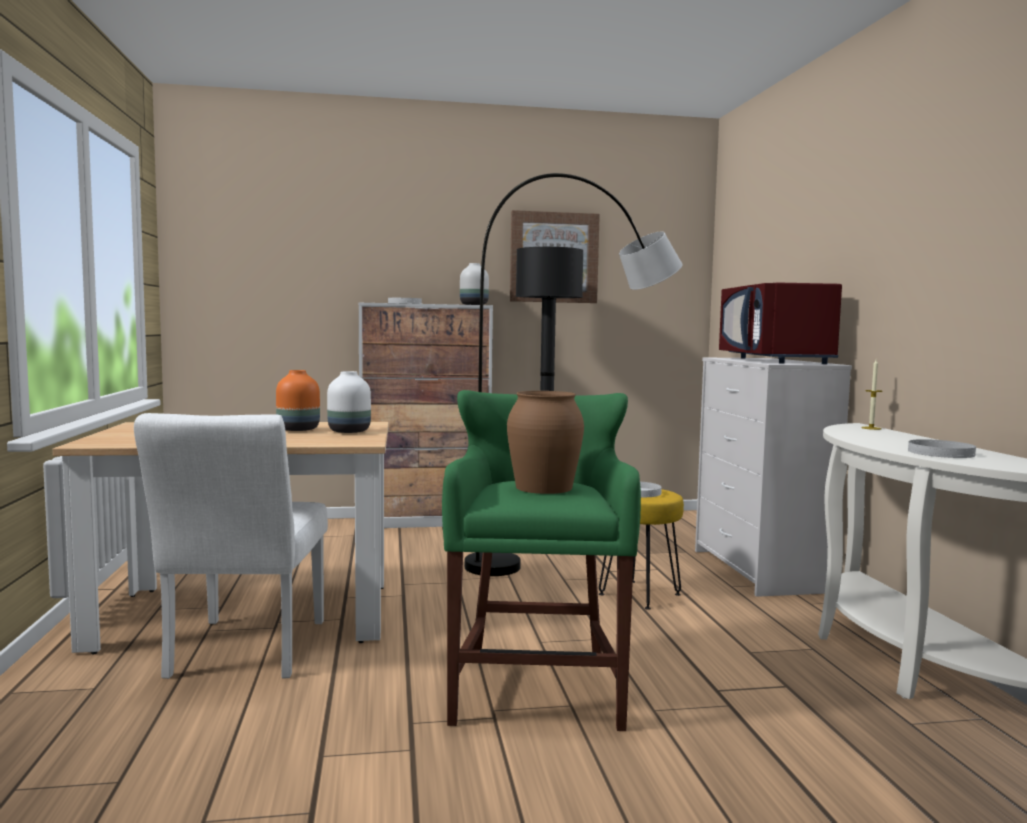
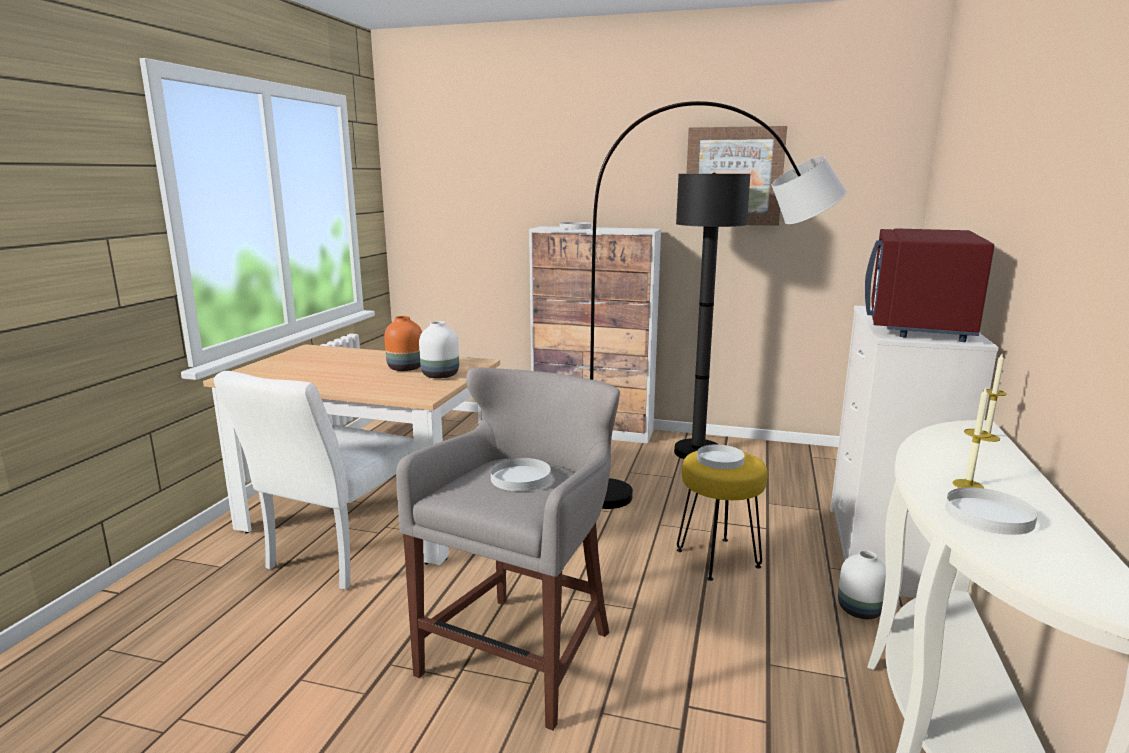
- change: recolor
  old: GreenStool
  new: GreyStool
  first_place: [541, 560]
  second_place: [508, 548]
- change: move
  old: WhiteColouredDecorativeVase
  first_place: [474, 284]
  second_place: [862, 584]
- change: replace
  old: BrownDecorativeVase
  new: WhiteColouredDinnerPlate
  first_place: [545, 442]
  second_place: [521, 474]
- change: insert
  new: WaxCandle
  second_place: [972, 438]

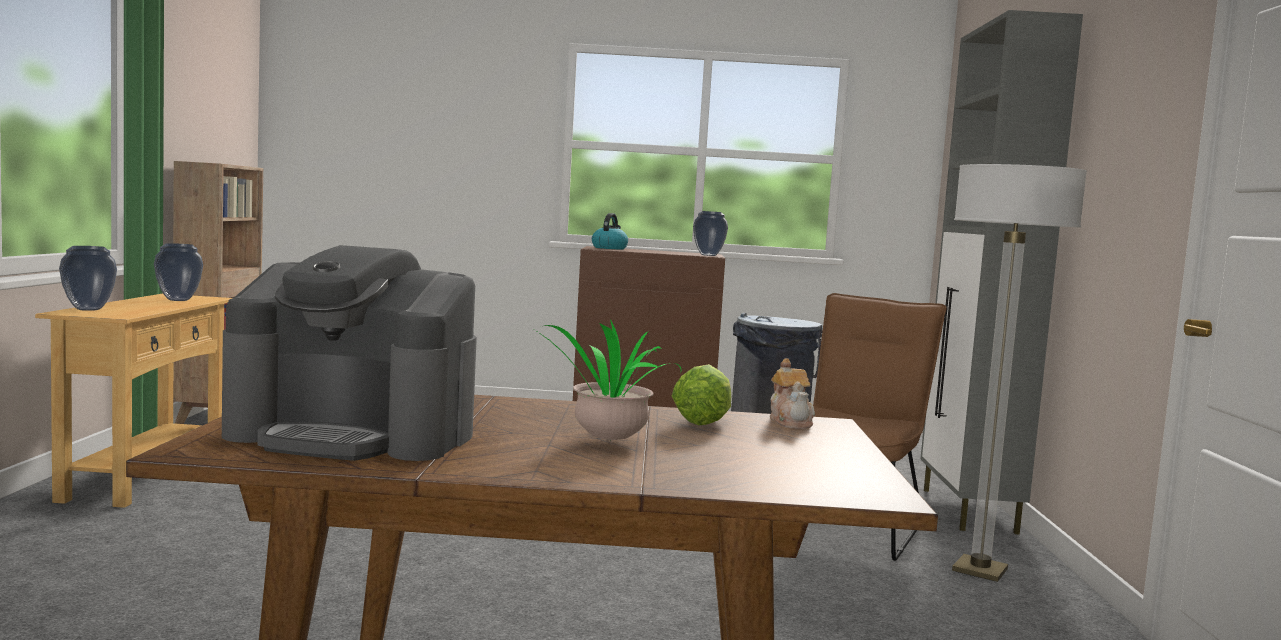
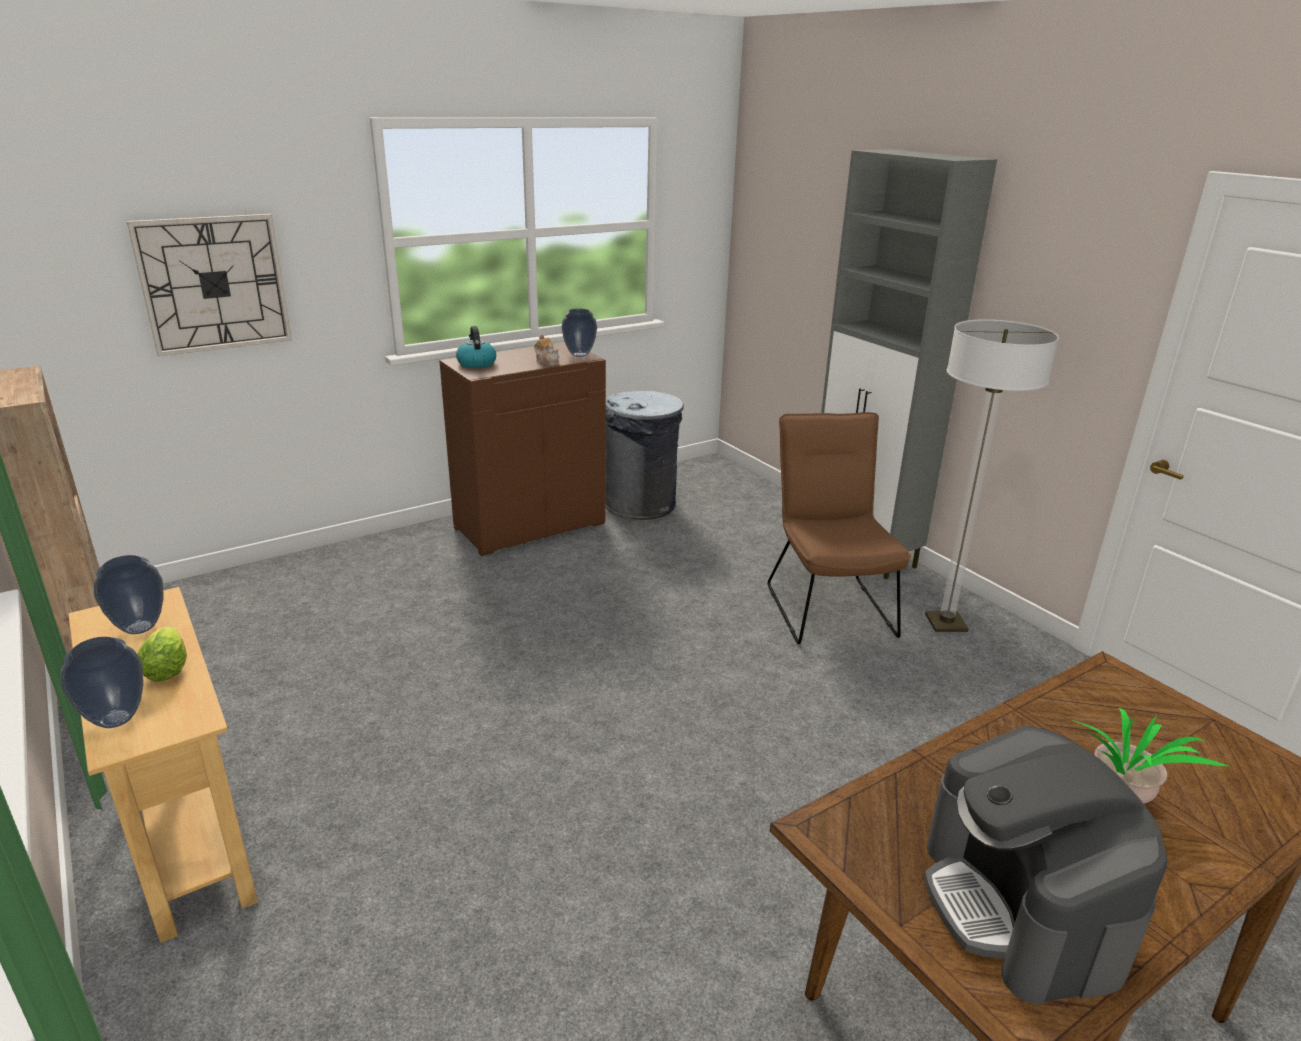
- change: rotate
  old: CoffeeBrewer
  first_place: [349, 353]
  second_place: [1045, 865]
  degrees: 105
- change: move
  old: Lettuce
  first_place: [701, 394]
  second_place: [162, 654]
- change: move
  old: TeaPot
  first_place: [792, 393]
  second_place: [546, 350]
- change: insert
  new: ClockOnTheWall
  second_place: [209, 285]

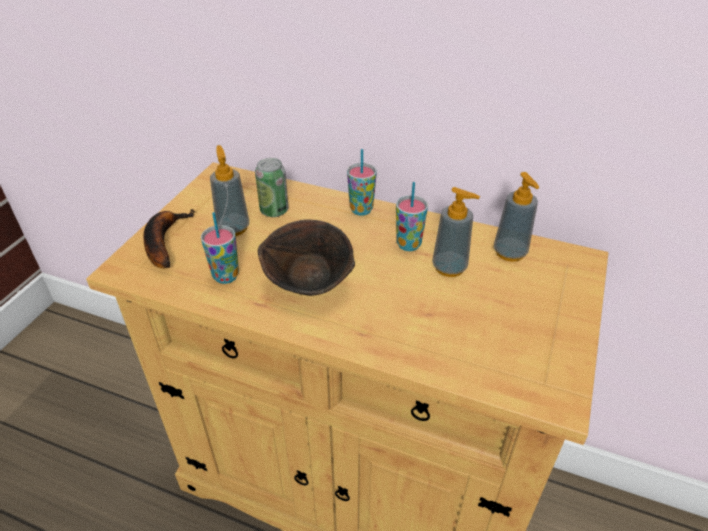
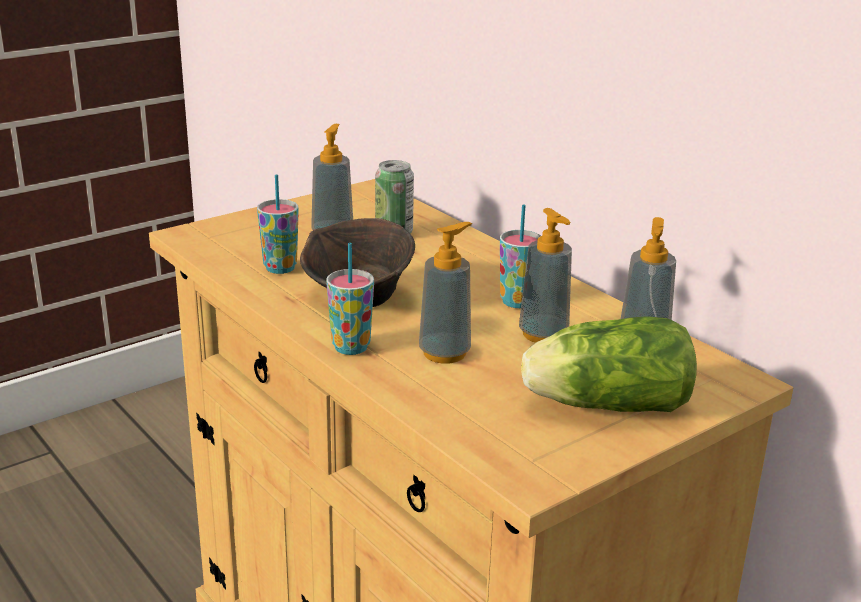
- change: delete
  old: BananaFruit
  first_place: [169, 238]
- change: move
  old: Cup
  first_place: [362, 182]
  second_place: [350, 299]
- change: insert
  new: LiquidSoapBottle
  second_place: [445, 293]
- change: insert
  new: Lettuce
  second_place: [609, 364]

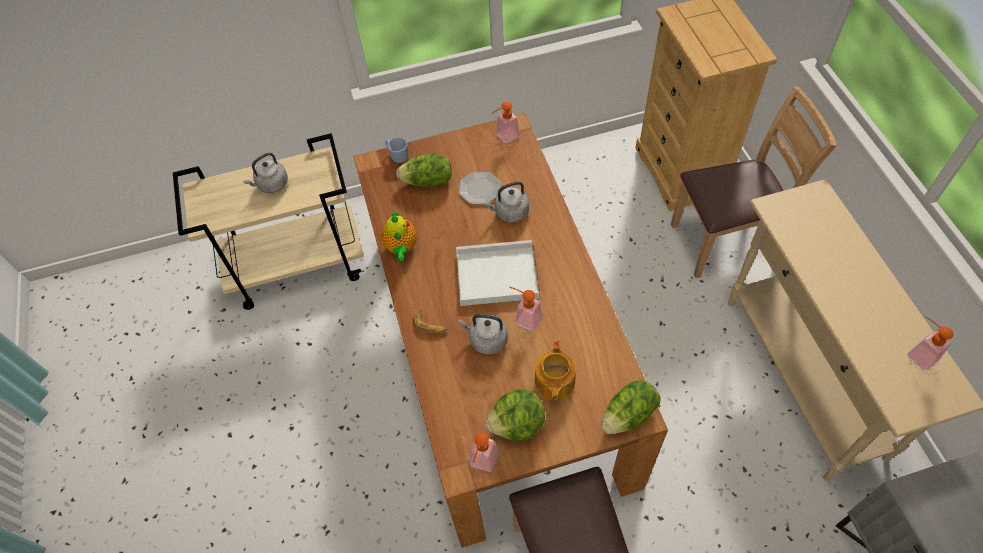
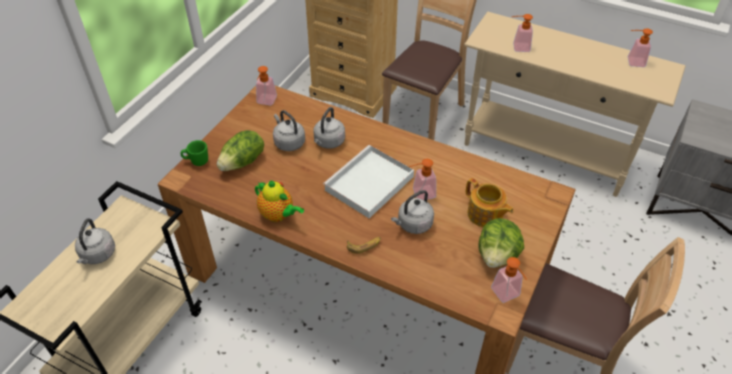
- change: recolor
  old: BluishTeaMug
  new: GreenTeaMug
  first_place: [396, 150]
  second_place: [194, 153]
- change: replace
  old: DinnerPlate
  new: GreyTeaKettle
  first_place: [480, 188]
  second_place: [289, 130]
- change: delete
  old: Lettuce
  first_place: [631, 407]
- change: insert
  new: LiquidSoapBottle
  second_place: [522, 33]

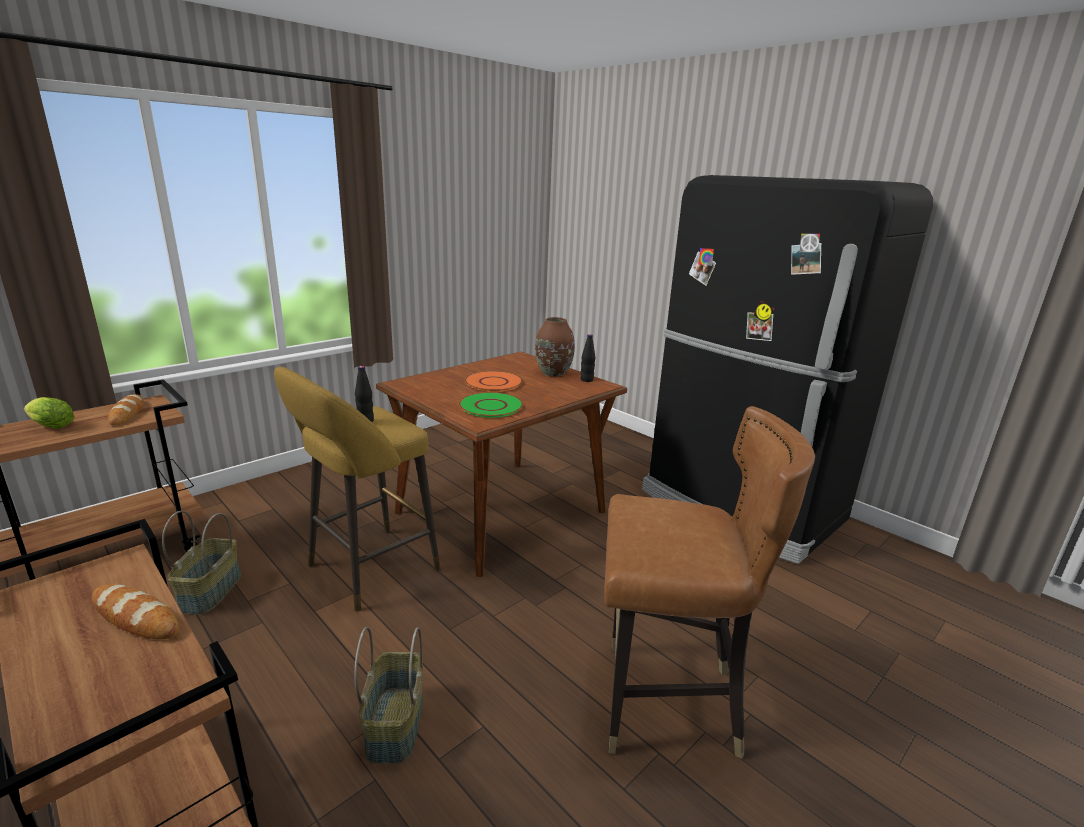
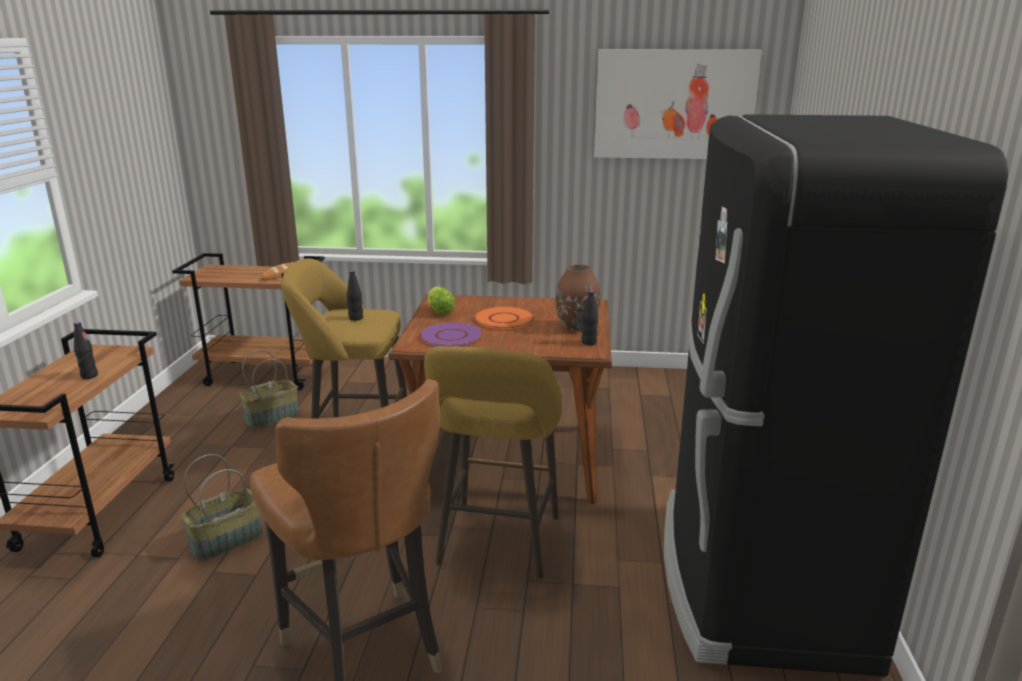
- change: move
  old: Lettuce
  first_place: [49, 413]
  second_place: [441, 301]
- change: replace
  old: BakedBread
  new: BlackishDrinkBottle
  first_place: [135, 611]
  second_place: [86, 350]
- change: recolor
  old: GreenDinnerPlate
  new: PurplishDinnerPlate
  first_place: [491, 405]
  second_place: [451, 334]
- change: insert
  new: YellowishStool
  second_place: [493, 462]
- change: insert
  new: WallArt
  second_place: [678, 104]

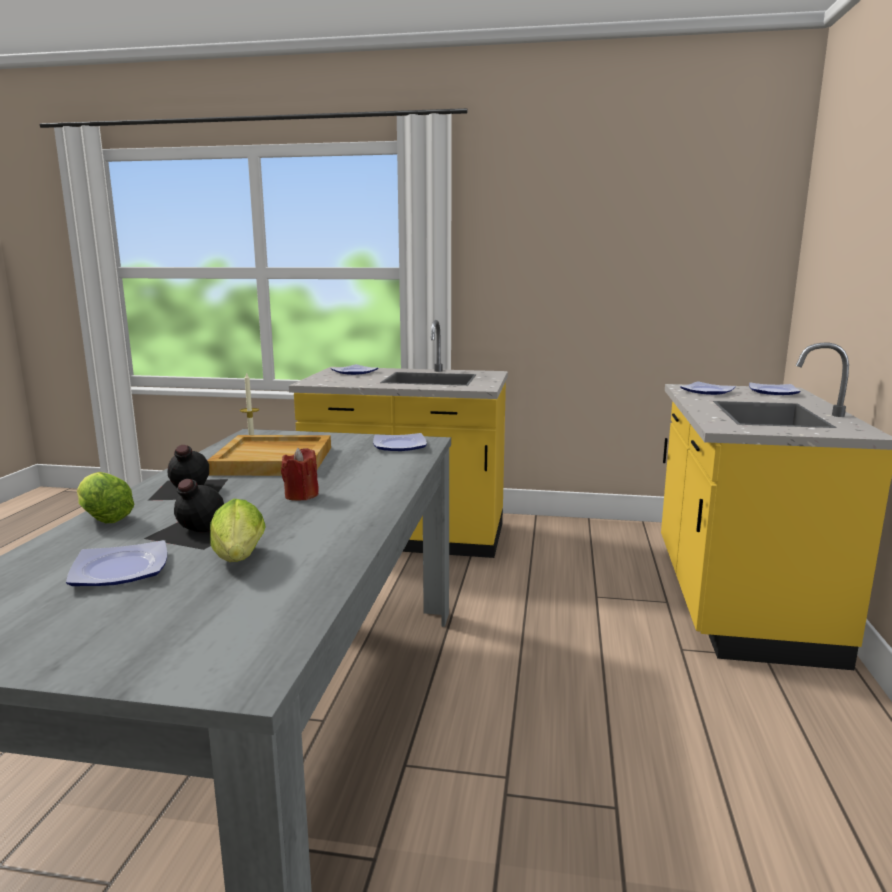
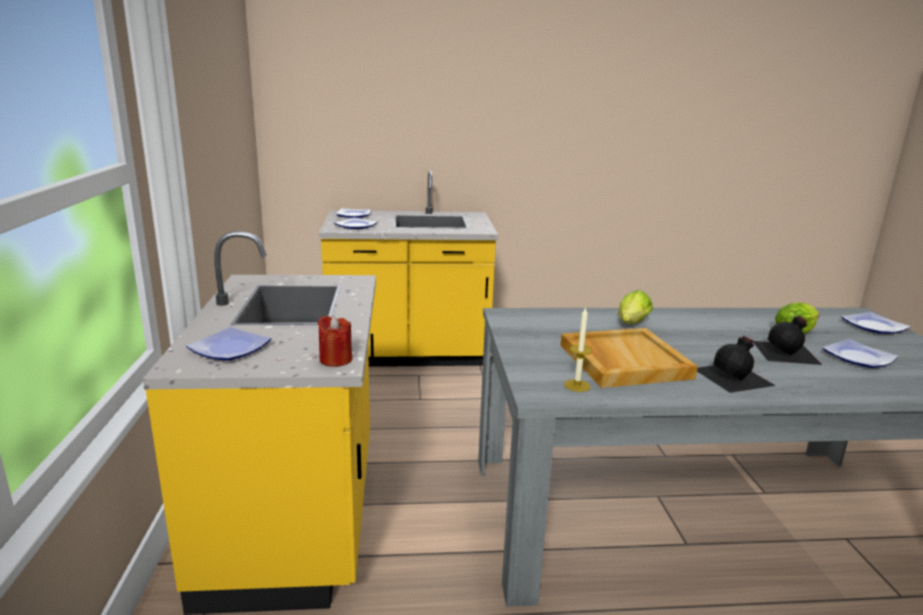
- change: move
  old: Lettuce
  first_place: [105, 497]
  second_place: [635, 307]
- change: move
  old: ReddishWaxCandle
  first_place: [300, 474]
  second_place: [335, 341]
- change: move
  old: DinnerPlate
  first_place: [400, 442]
  second_place: [876, 323]

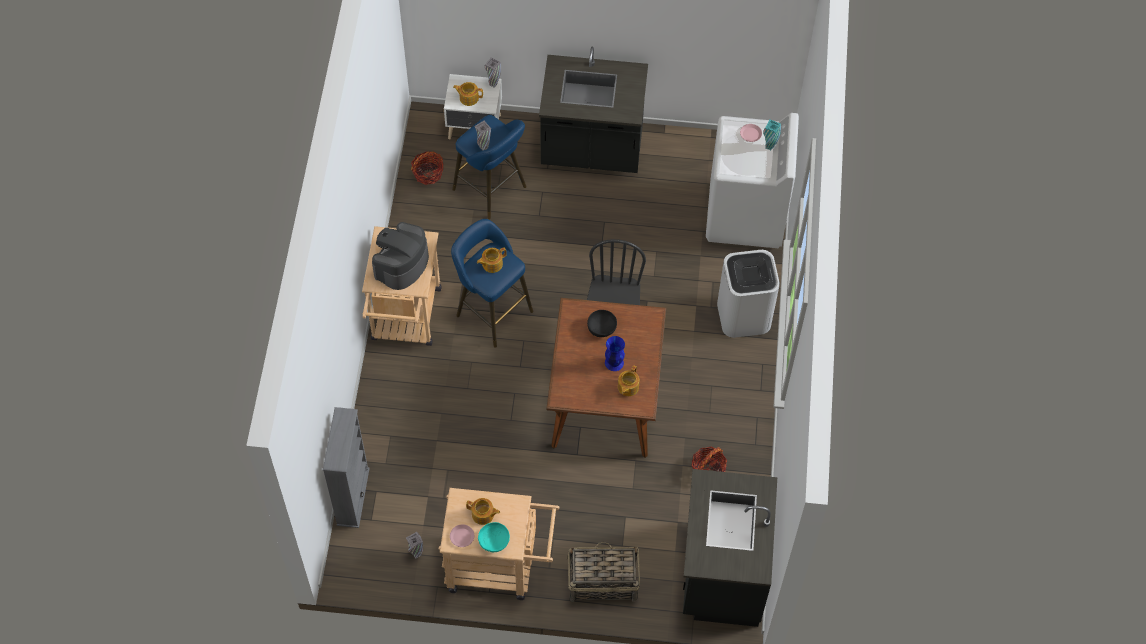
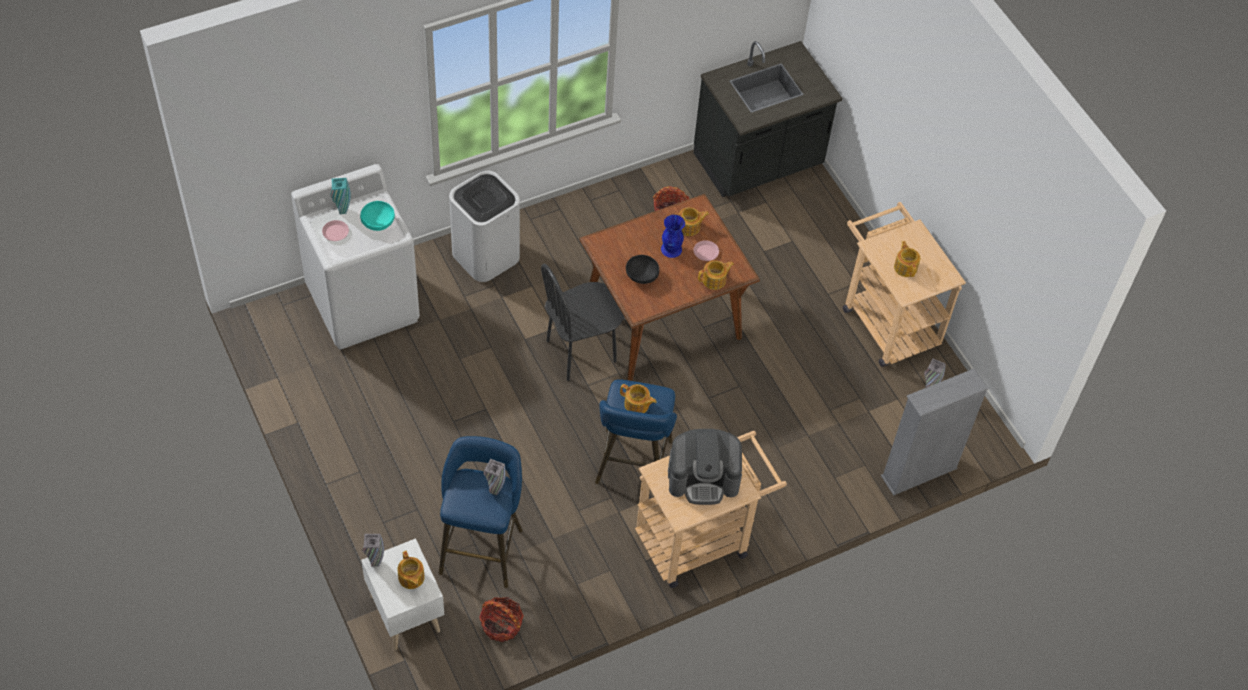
- change: move
  old: PinkColouredDinnerPlate
  first_place: [462, 535]
  second_place: [706, 250]
- change: move
  old: BlueGreenServingBowl
  first_place: [494, 537]
  second_place: [377, 216]
- change: delete
  old: BlackishKitchenCounter
  first_place: [593, 110]
- change: delete
  old: StorageBasket
  first_place: [603, 572]
- change: insert
  new: TeaPot
  second_place: [716, 275]

